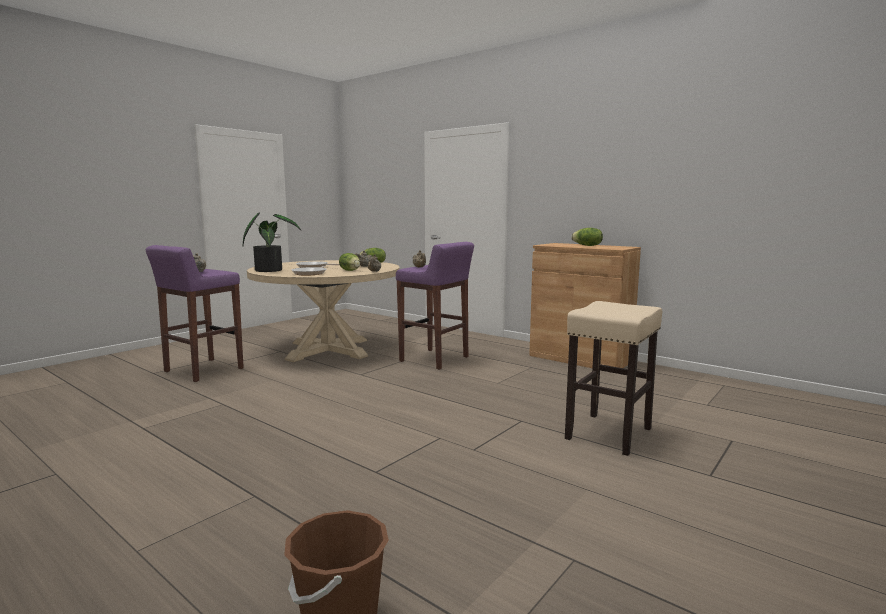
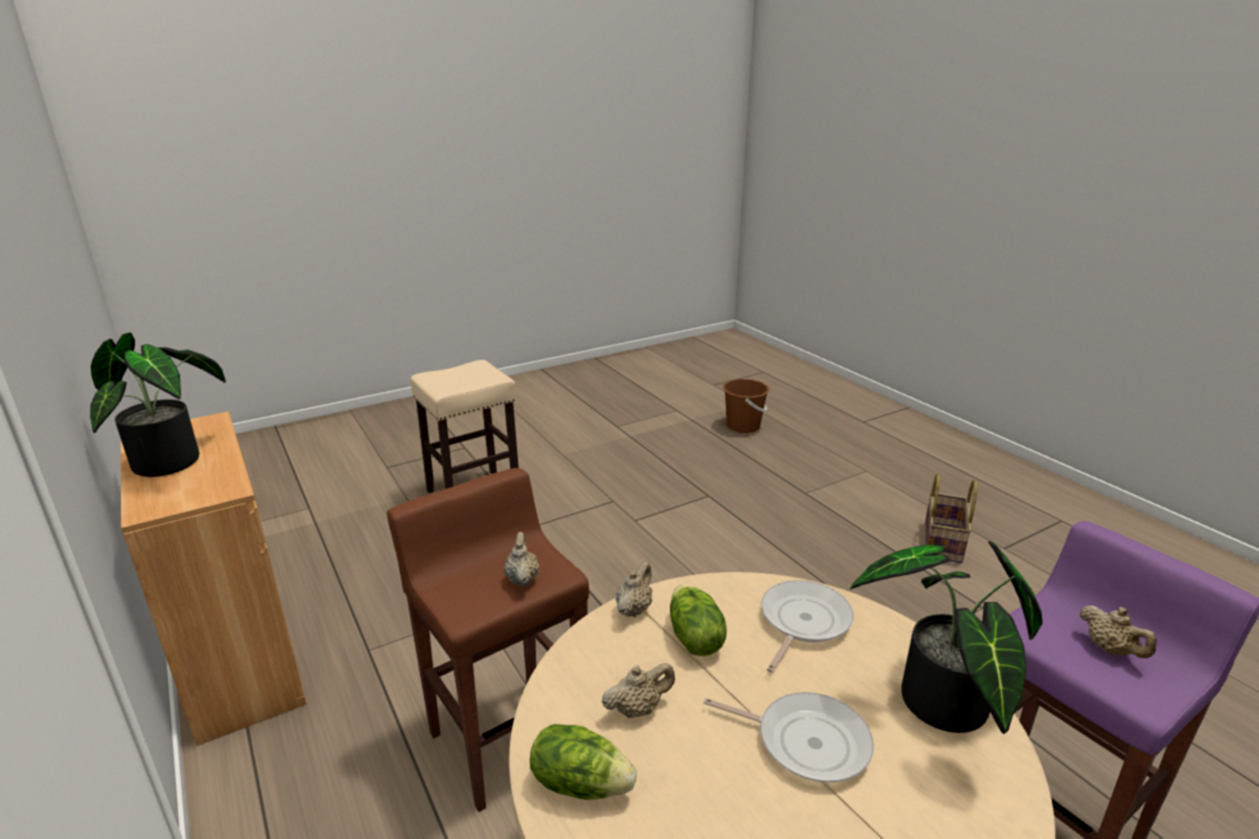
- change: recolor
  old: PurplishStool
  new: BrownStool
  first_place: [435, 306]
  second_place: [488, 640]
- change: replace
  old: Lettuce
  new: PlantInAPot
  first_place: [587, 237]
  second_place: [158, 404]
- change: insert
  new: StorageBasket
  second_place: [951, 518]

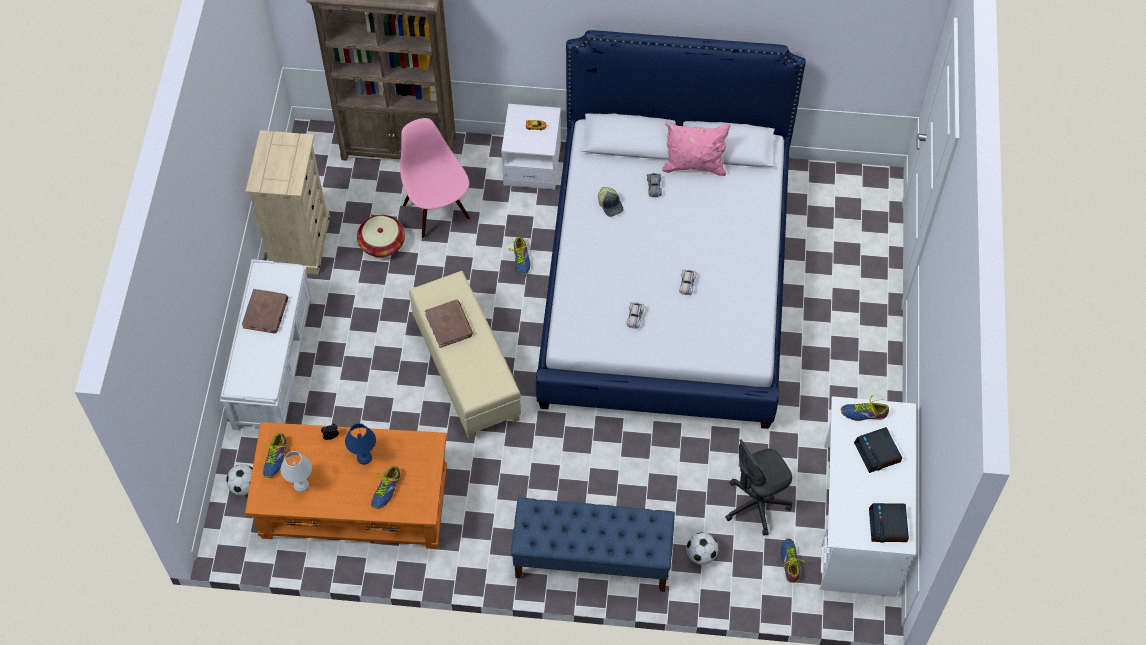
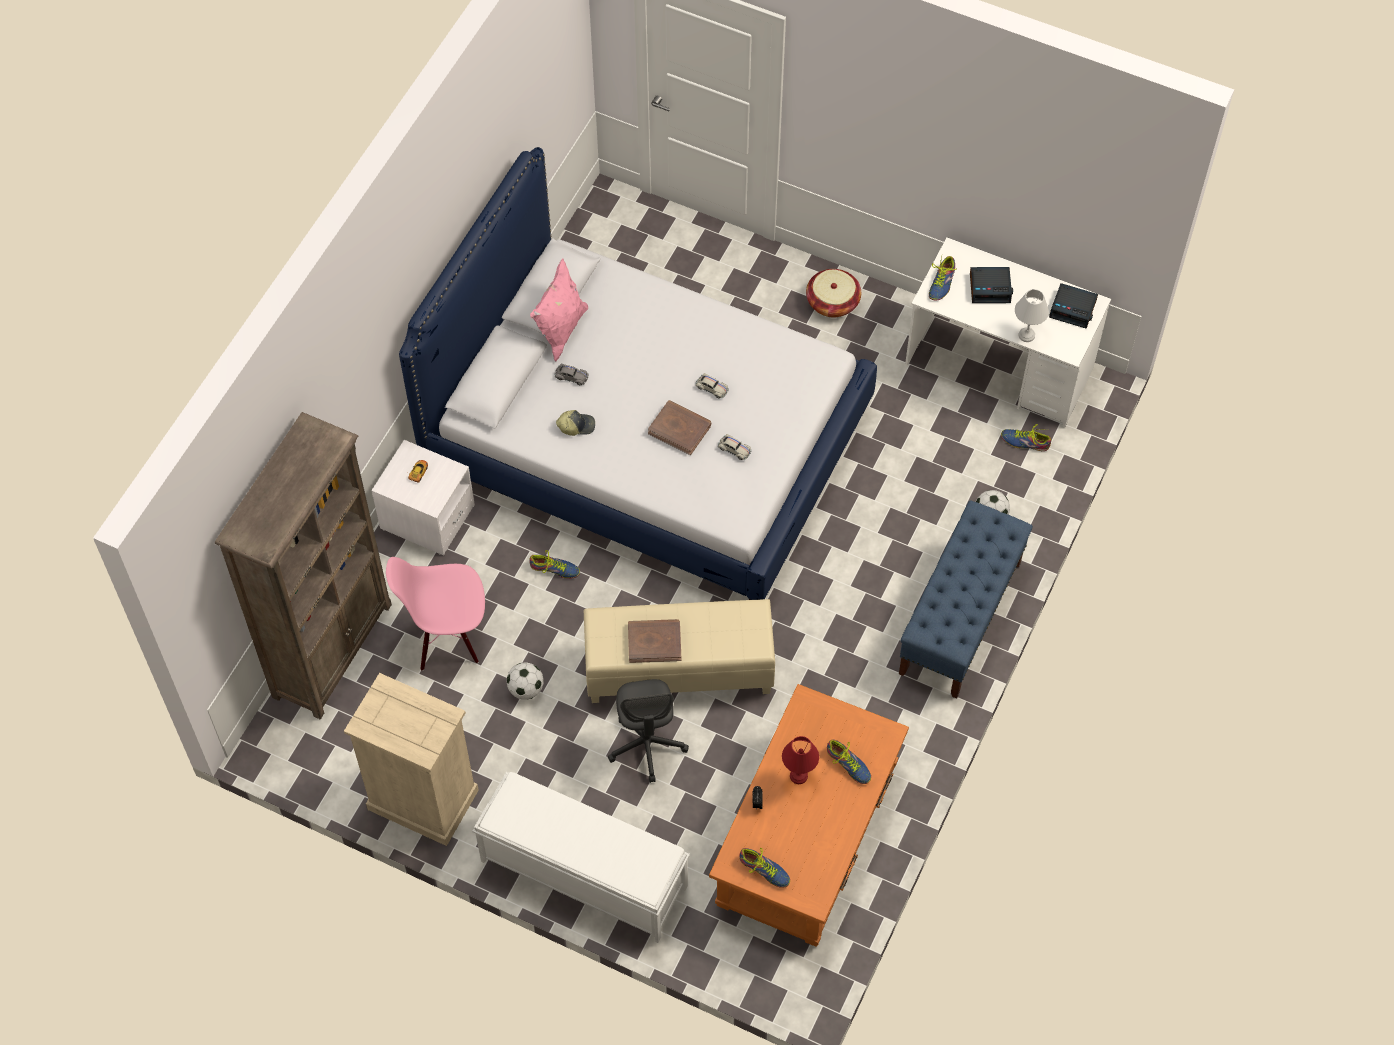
- change: move
  old: FootballBall
  first_place: [239, 480]
  second_place: [525, 681]
- change: move
  old: BrownBoundBook
  first_place: [265, 311]
  second_place: [679, 427]
- change: move
  old: WhiteColouredTabletopLamp
  first_place: [296, 471]
  second_place: [1032, 315]
- change: recolor
  old: BluishTabletopLamp
  new: ReddishTabletopLamp
  first_place: [360, 444]
  second_place: [800, 760]
- change: move
  old: StorageBasket
  first_place: [381, 236]
  second_place: [833, 293]
- change: move
  old: GreyOfficeChair
  first_place: [758, 487]
  second_place: [648, 731]

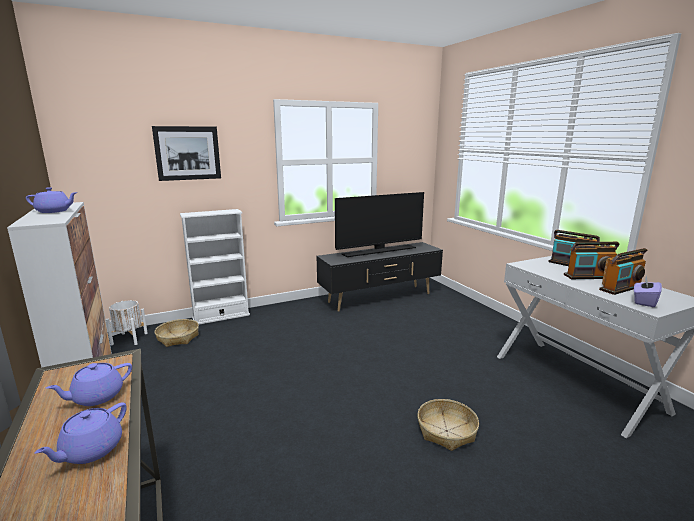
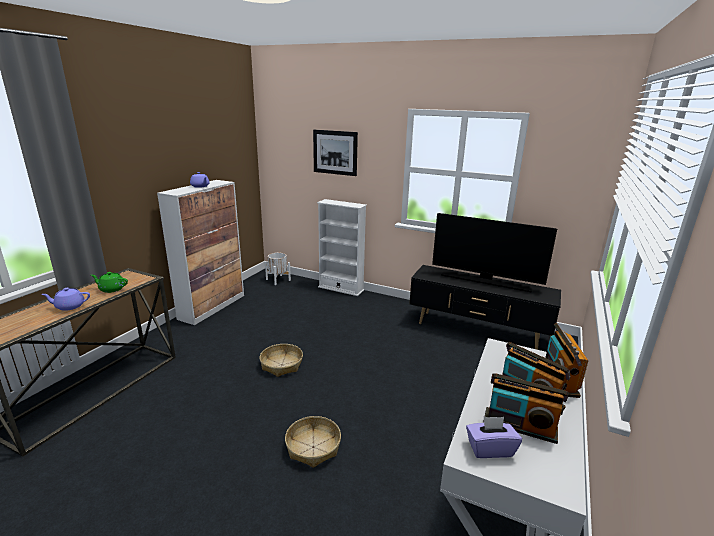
- change: recolor
  old: PurplishTeaPot
  new: GreenTeaPot
  first_place: [89, 384]
  second_place: [109, 282]
- change: move
  old: StorageBasket
  first_place: [177, 333]
  second_place: [281, 360]

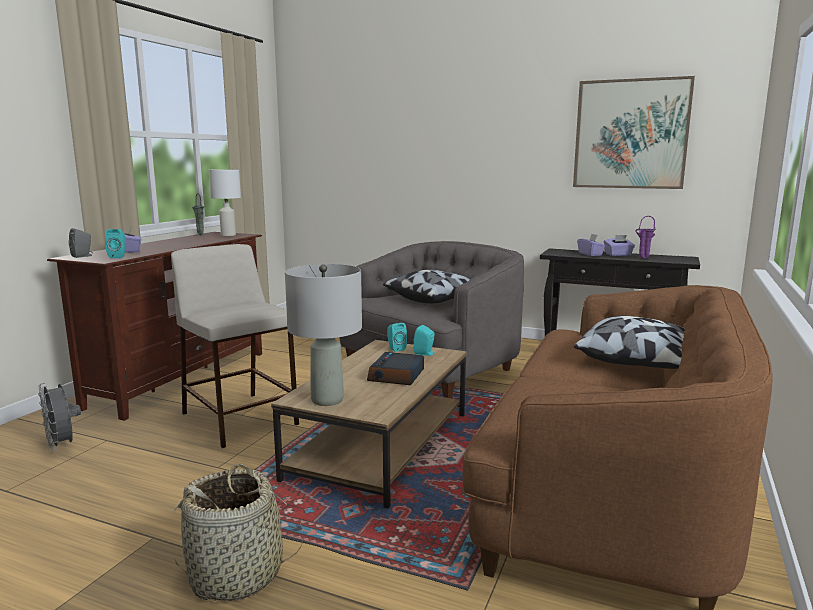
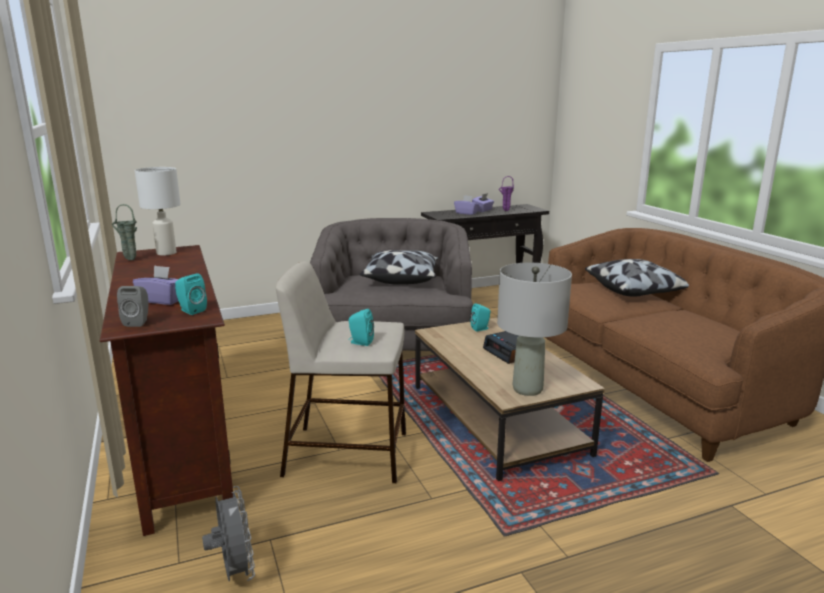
- change: rotate
  old: GreyFan
  first_place: [59, 417]
  second_place: [228, 533]
  degrees: -120
- change: delete
  old: StorageBasket
  first_place: [238, 532]
- change: move
  old: BlueGreenAudioSpeaker
  first_place: [397, 337]
  second_place: [361, 327]
- change: delete
  old: WallArt
  first_place: [634, 132]

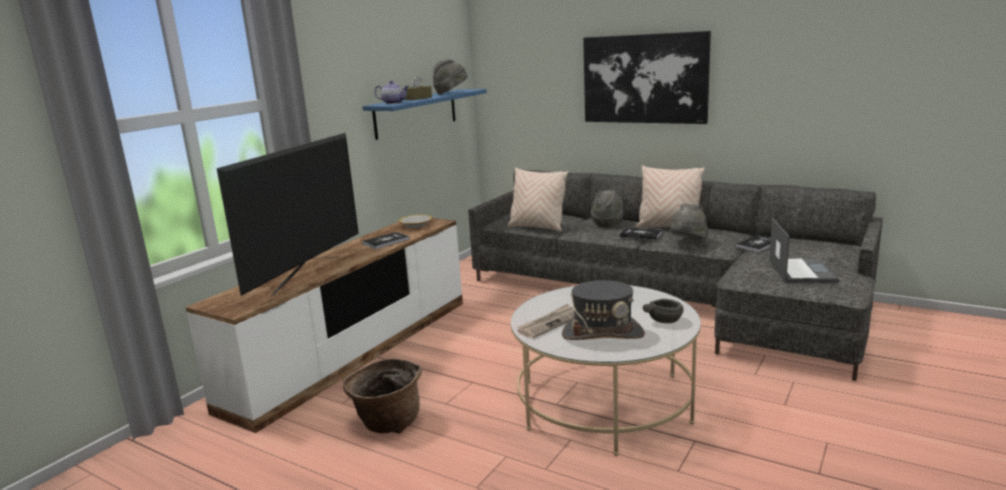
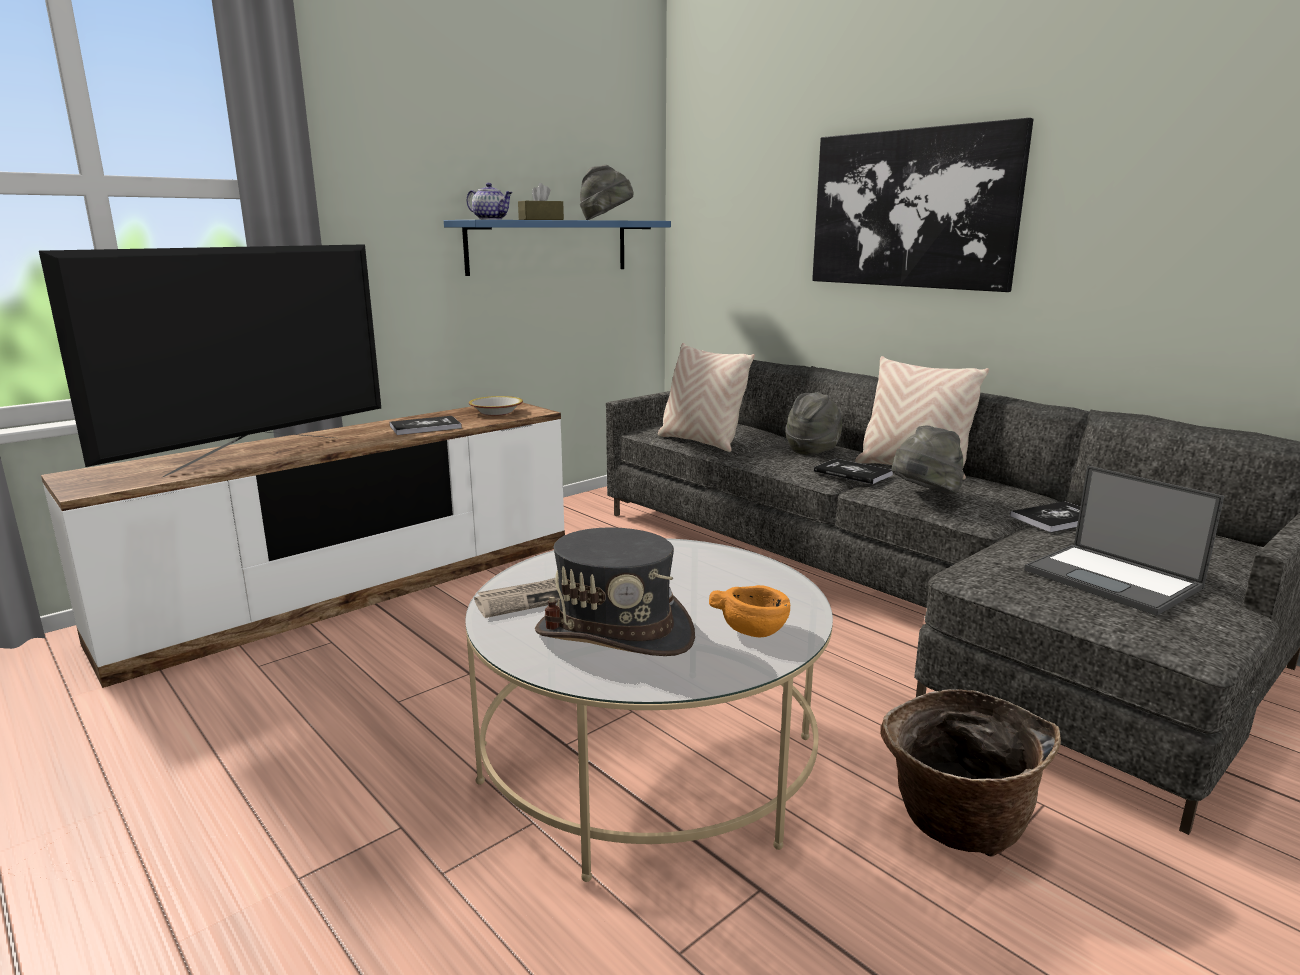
- change: move
  old: StorageBasket
  first_place: [382, 395]
  second_place: [970, 772]
- change: recolor
  old: GreyServingBowl
  new: OrangeServingBowl
  first_place: [663, 311]
  second_place: [749, 611]
- change: rotate
  old: Laptop
  first_place: [804, 250]
  second_place: [1124, 541]
  degrees: 120

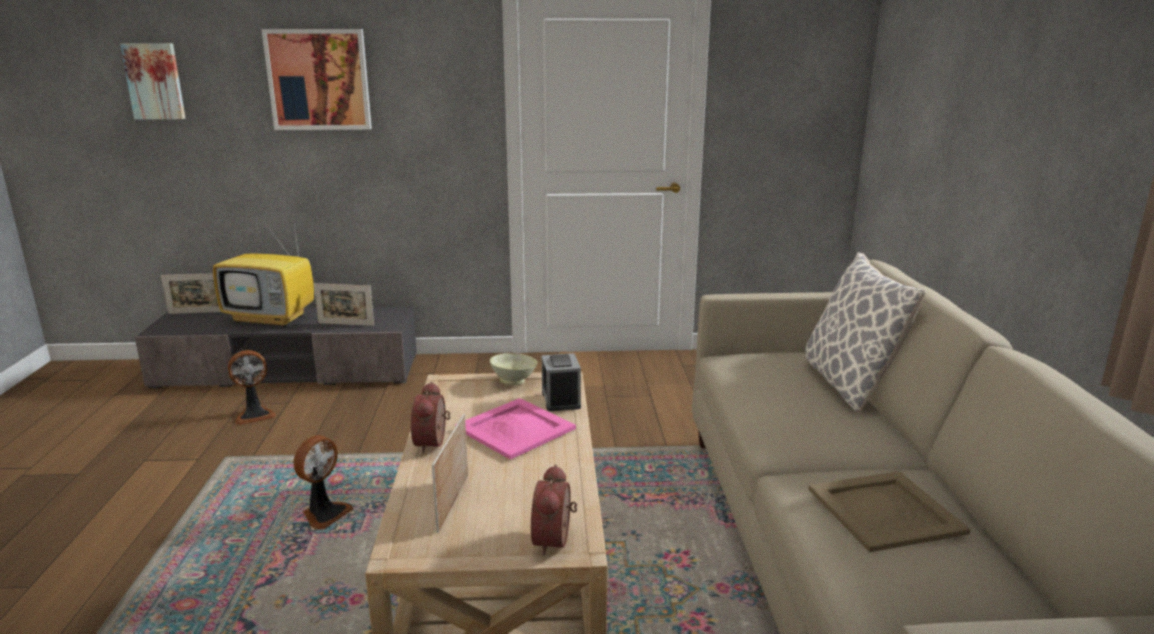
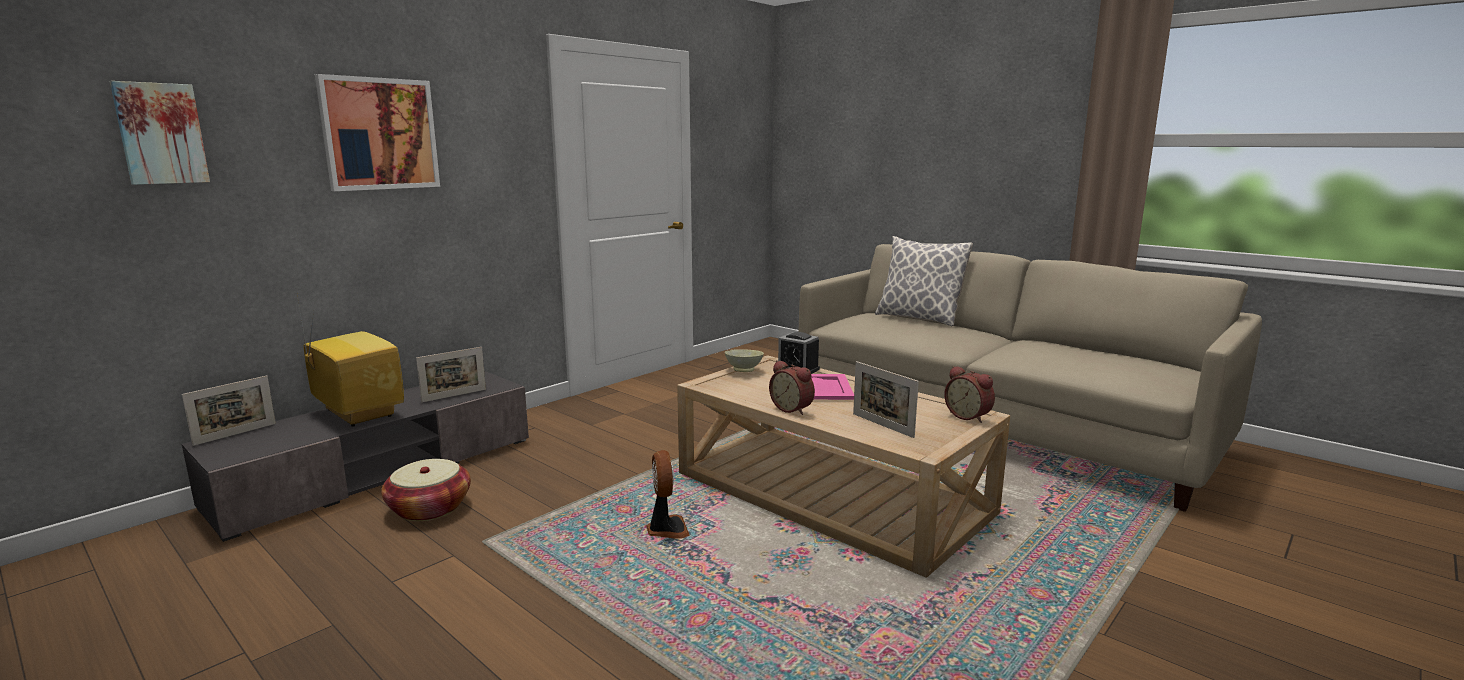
- change: rotate
  old: TvSet
  first_place: [263, 272]
  second_place: [350, 358]
  degrees: -105
- change: replace
  old: Fan
  new: StorageBasket
  first_place: [252, 387]
  second_place: [426, 490]
- change: delete
  old: BeigeColouredServingTray
  first_place: [889, 511]

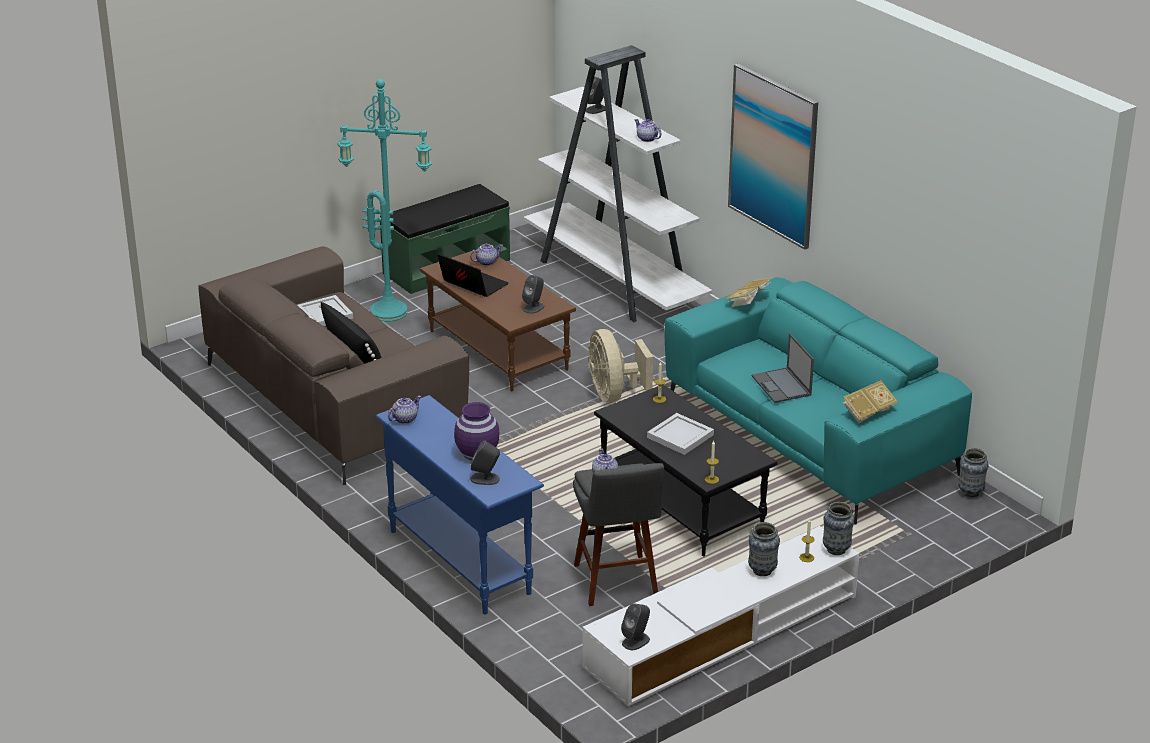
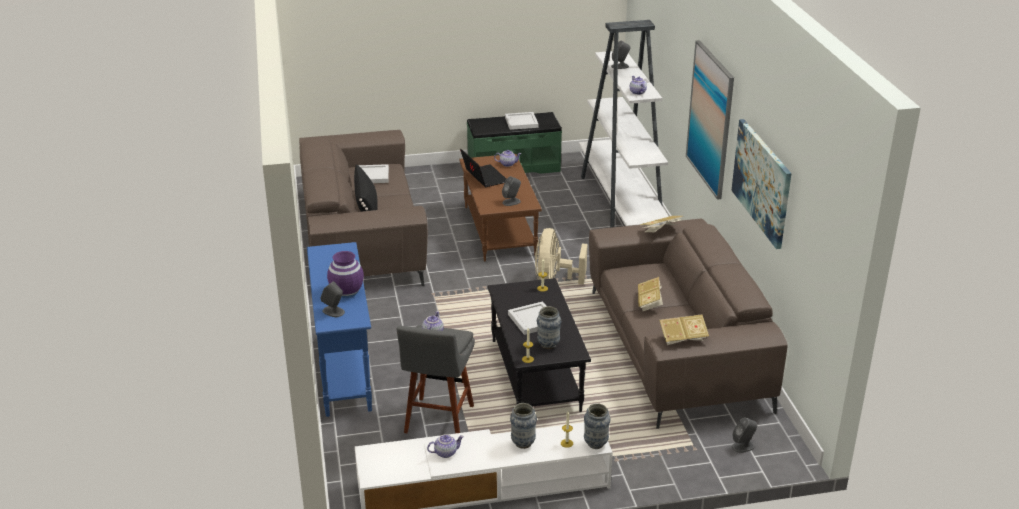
- change: delete
  old: BlueGreenStandardLamp
  first_place: [384, 200]
- change: move
  old: TeaPot
  first_place: [404, 410]
  second_place: [445, 446]
- change: move
  old: GreyAudioSpeaker
  first_place: [635, 626]
  second_place: [745, 435]
- change: recolor
  old: BlueGreenSettee
  new: BrownSettee
  first_place: [818, 400]
  second_place: [688, 324]
- change: replace
  old: Laptop
  new: BoundBook
  first_place: [783, 368]
  second_place: [650, 294]
- change: move
  old: DecorativeVase
  first_place: [973, 472]
  second_place: [549, 327]
- change: insert
  new: WhiteColouredServingTray
  second_place: [521, 121]
- change: insert
  new: WallArt
  second_place: [761, 184]

